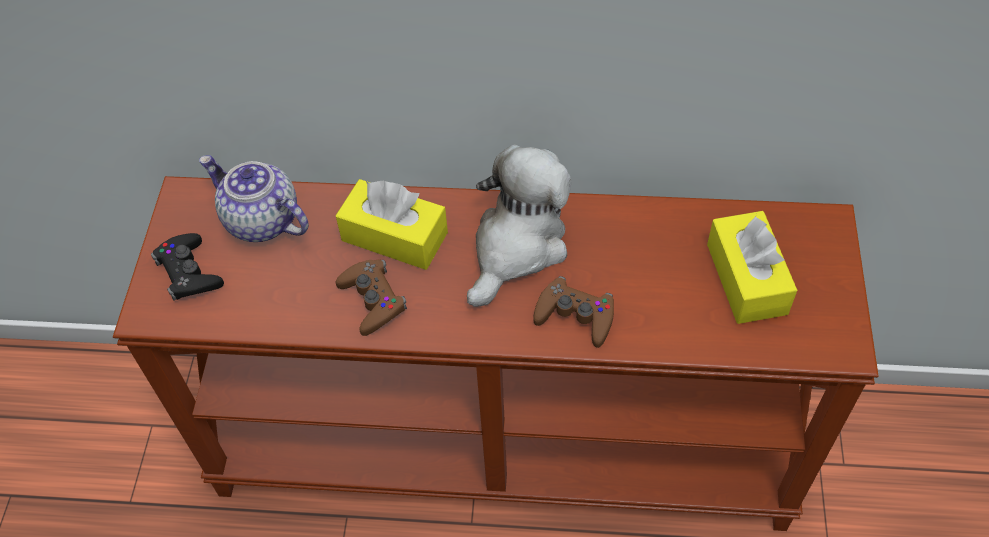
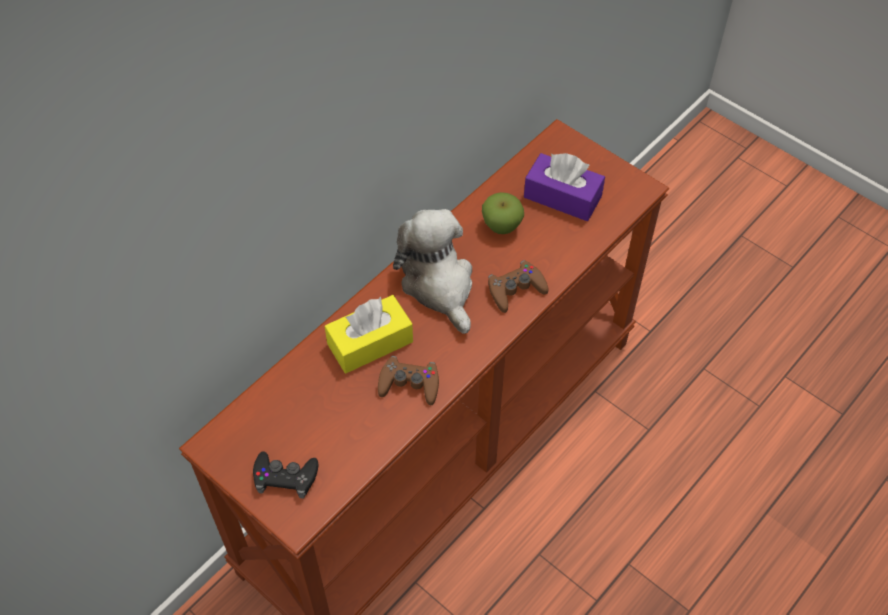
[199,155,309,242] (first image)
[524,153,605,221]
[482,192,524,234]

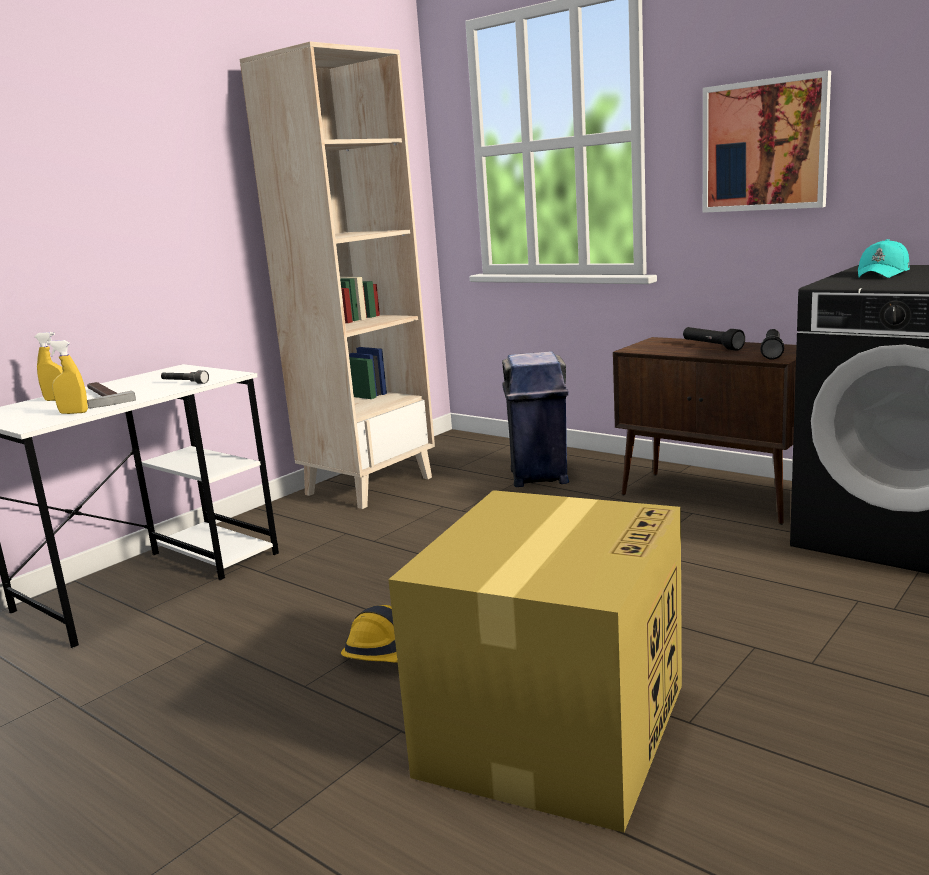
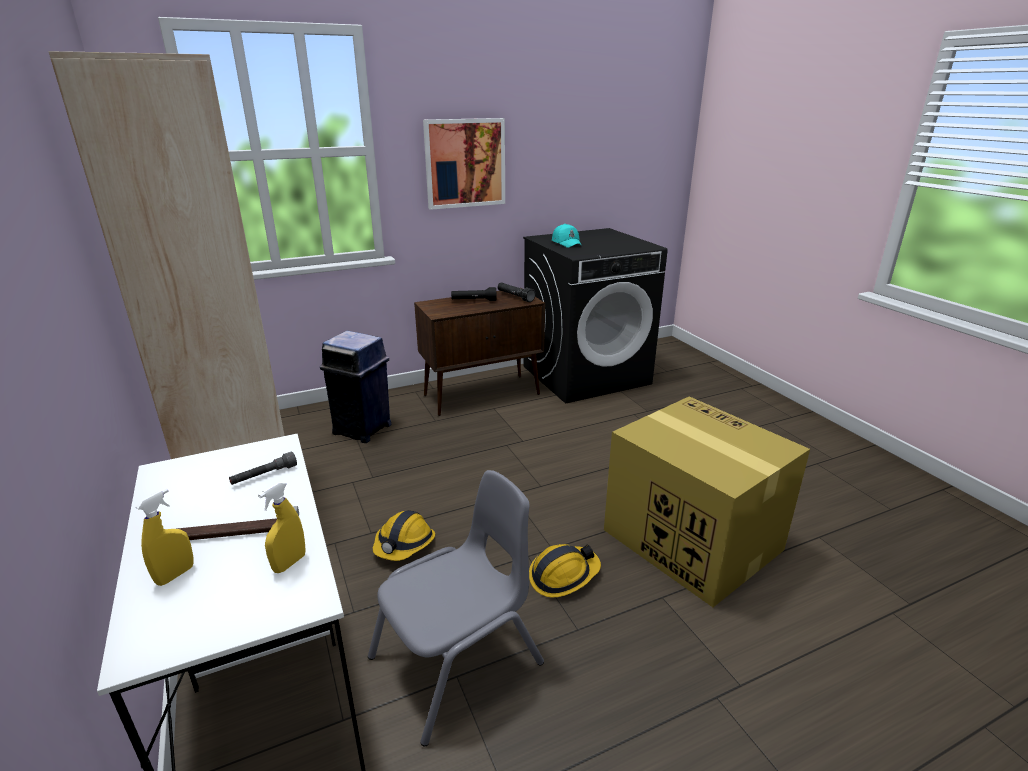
[368,470,544,746]
[373,510,435,561]

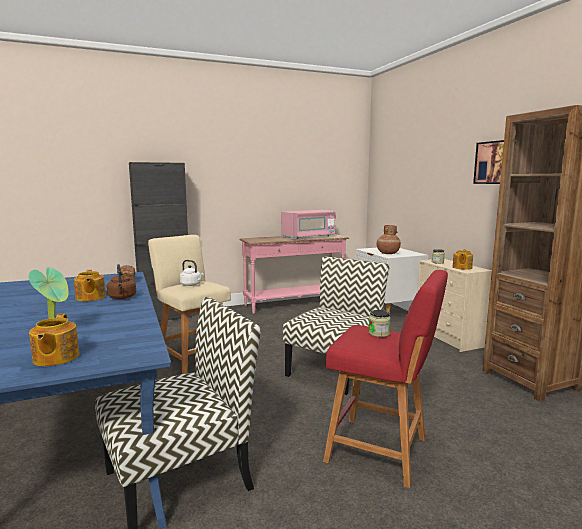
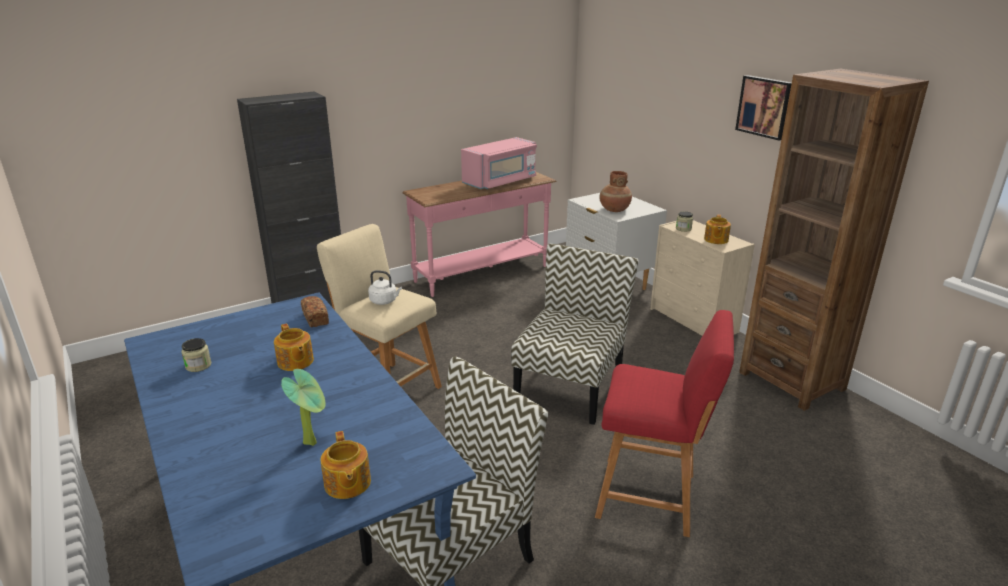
[107,264,136,299] (first image)
[181,338,211,372]

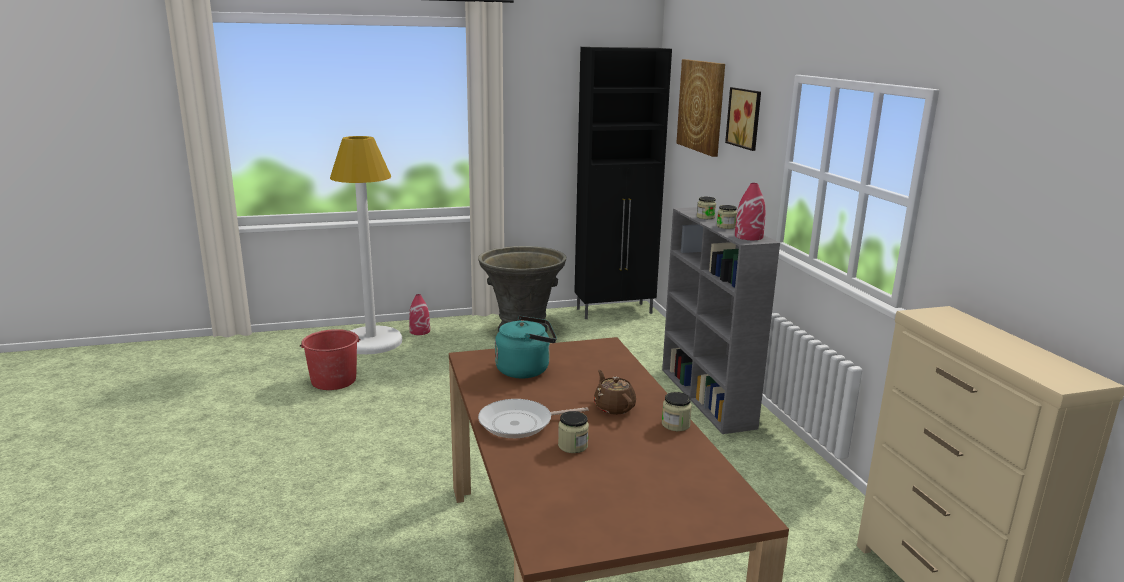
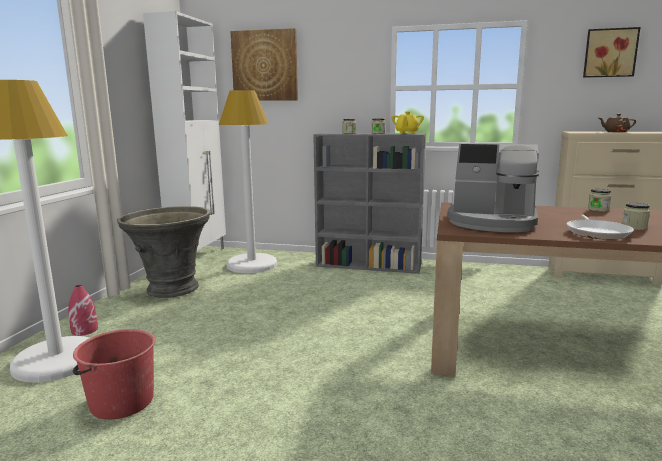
[447,144,539,232]
[143,11,226,266]
[599,114,636,132]
[583,27,640,78]
[391,111,424,134]
[219,90,277,273]

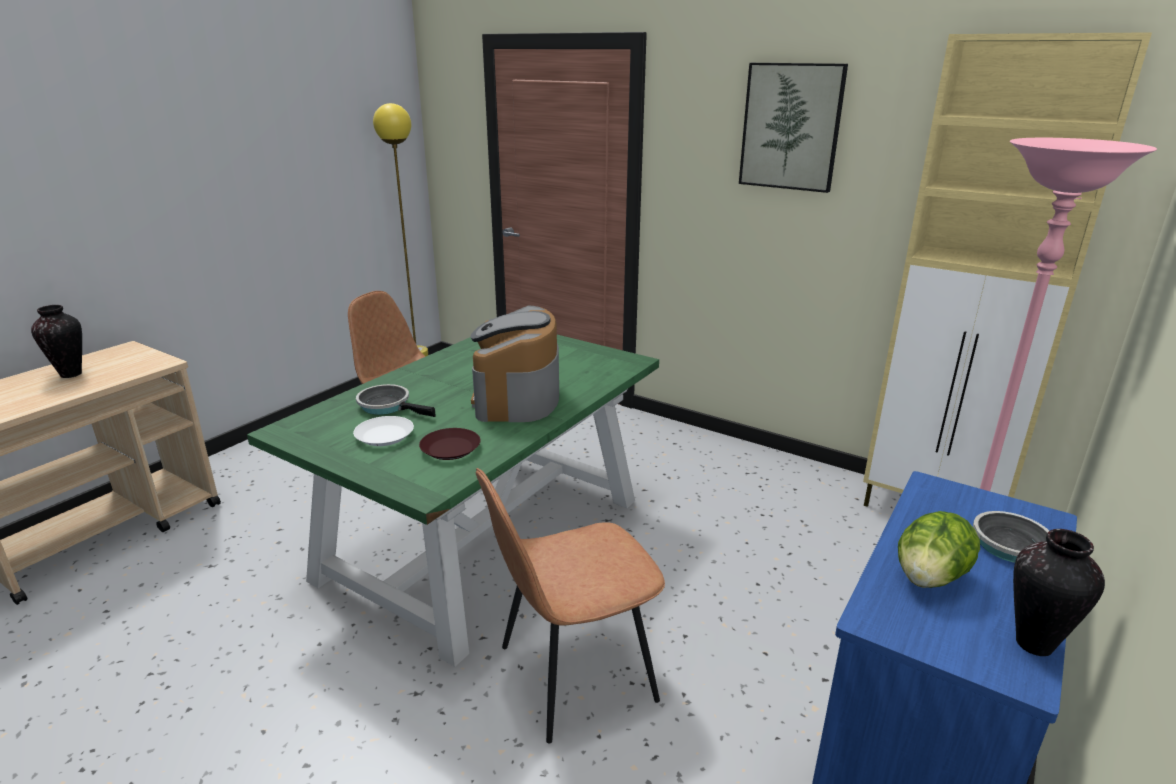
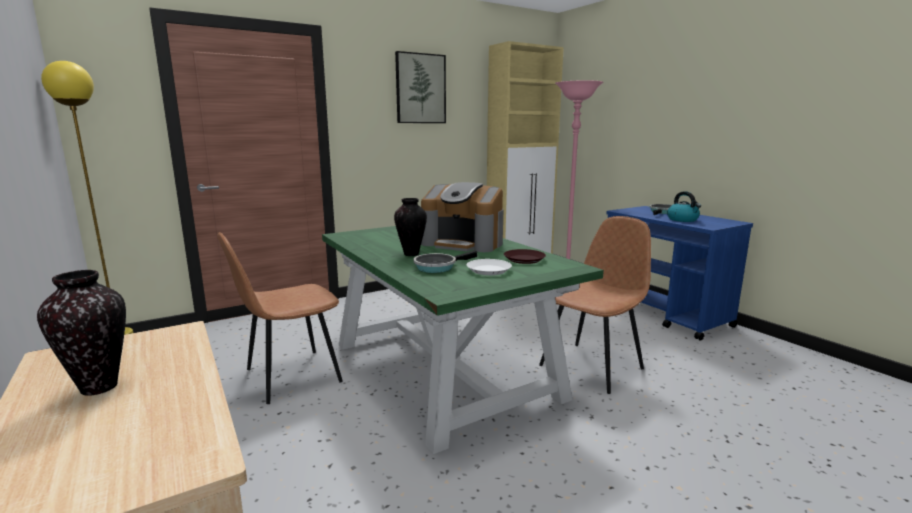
[539,216,651,394]
[667,191,701,222]
[394,198,427,256]

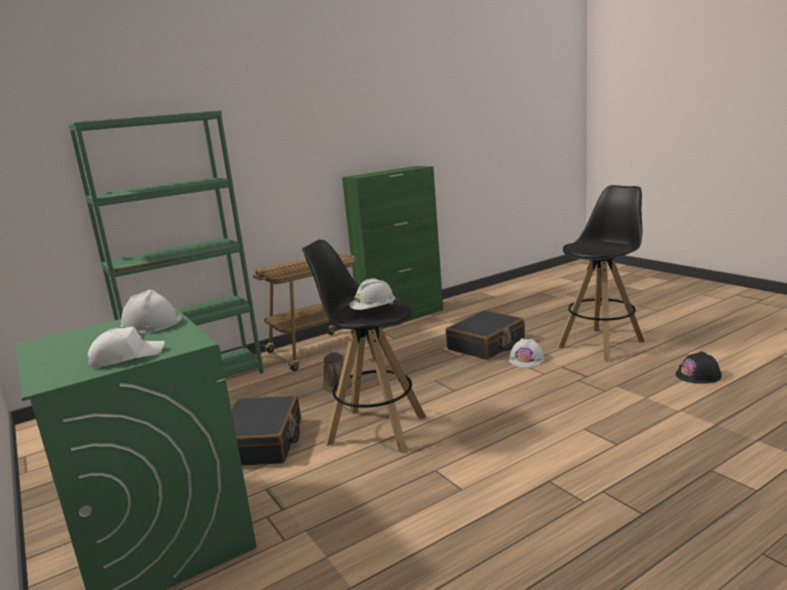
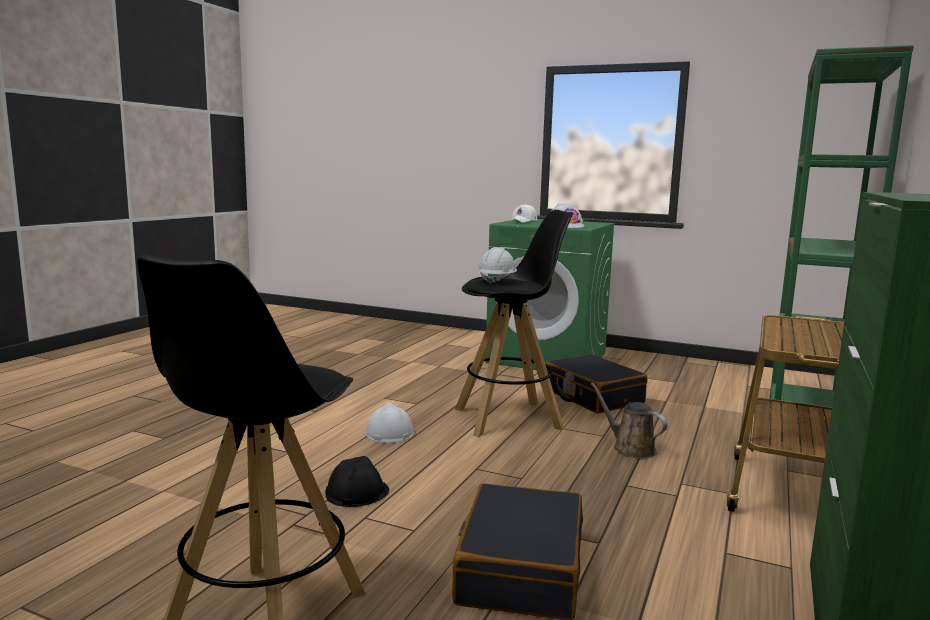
[365,403,414,443]
[326,456,389,507]

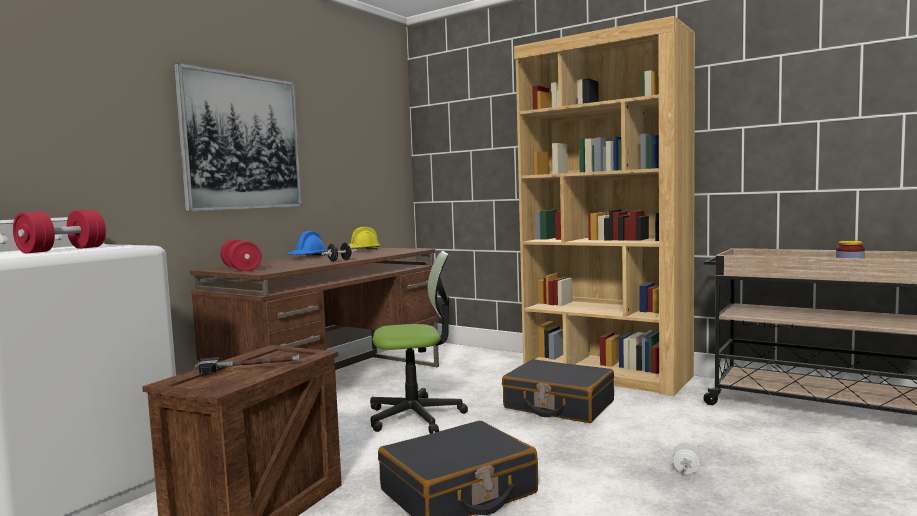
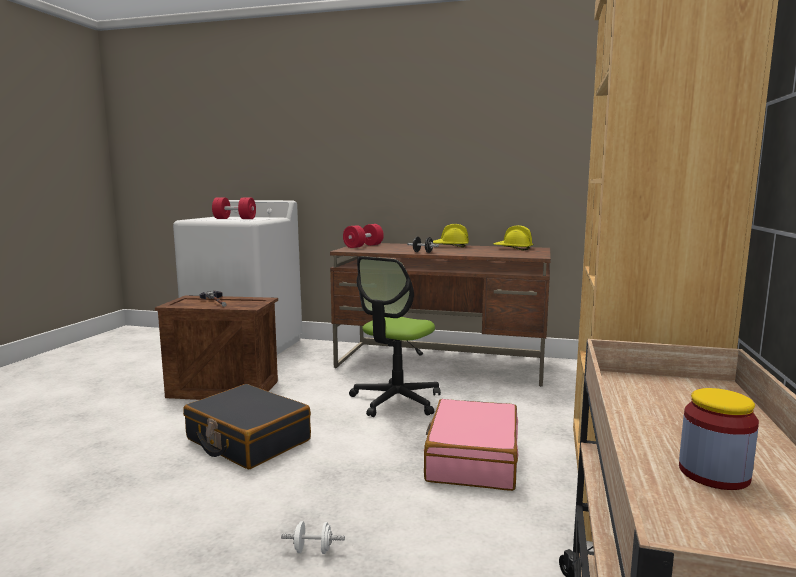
[174,63,302,212] (first image)
[433,224,469,247]
[349,256,441,417]
[424,399,518,491]

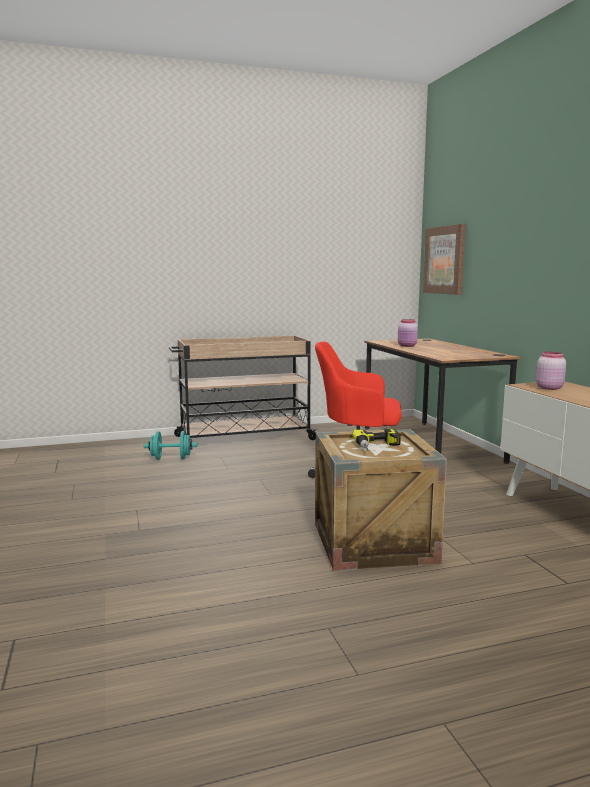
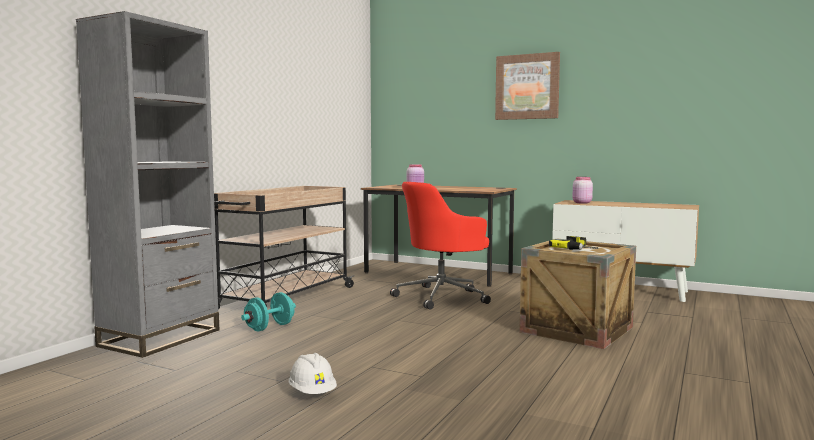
[495,52,560,120]
[76,11,219,358]
[289,353,337,394]

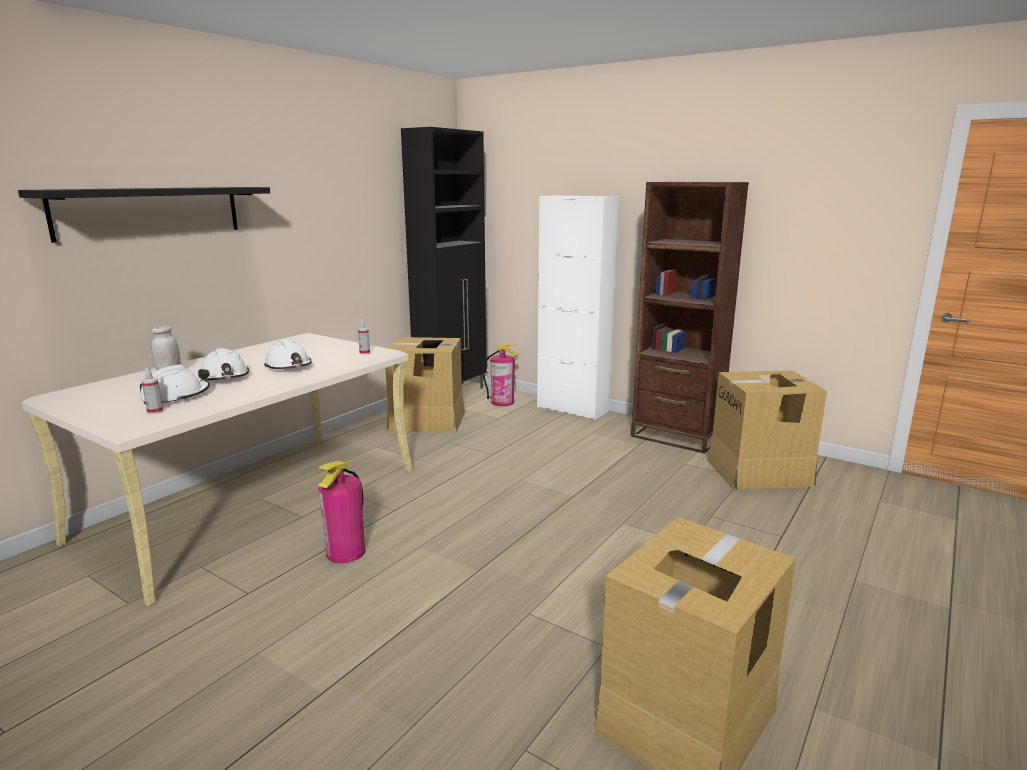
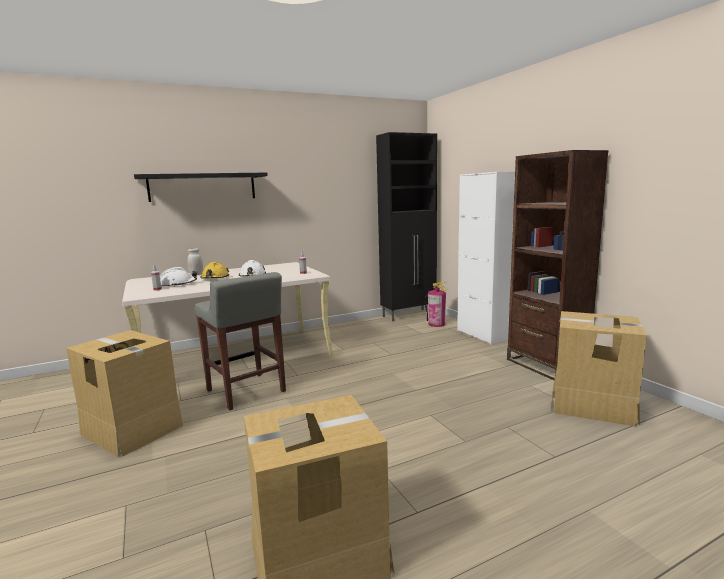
[201,262,229,278]
[194,272,286,411]
[66,330,183,457]

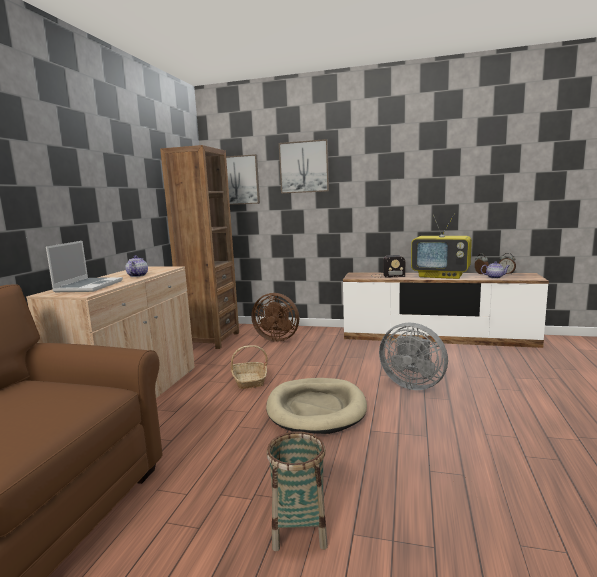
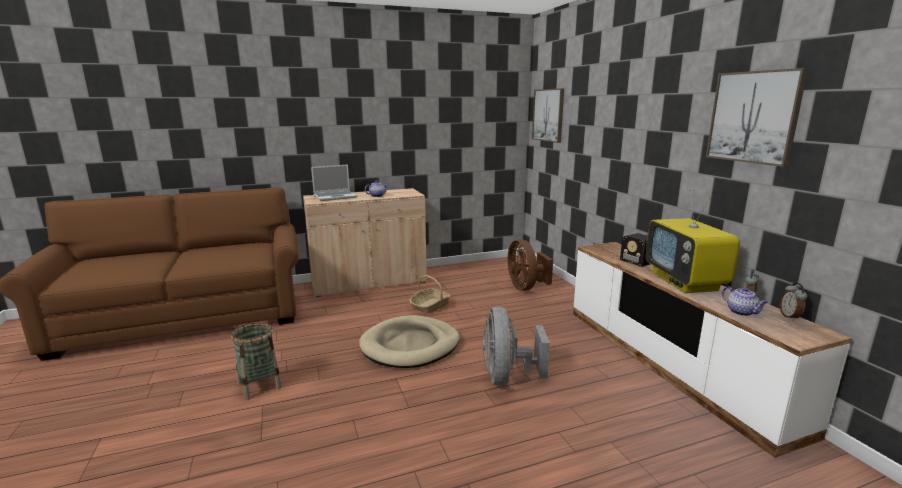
[160,145,239,349] (first image)
[706,68,808,167]

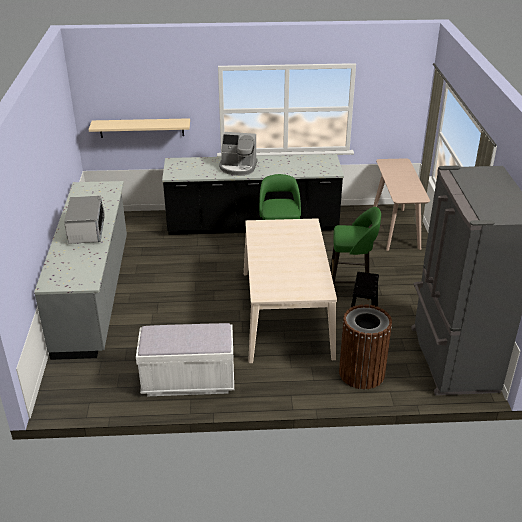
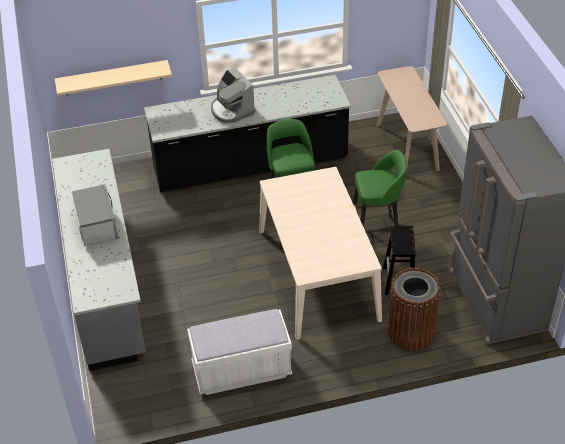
[211,68,256,124]

